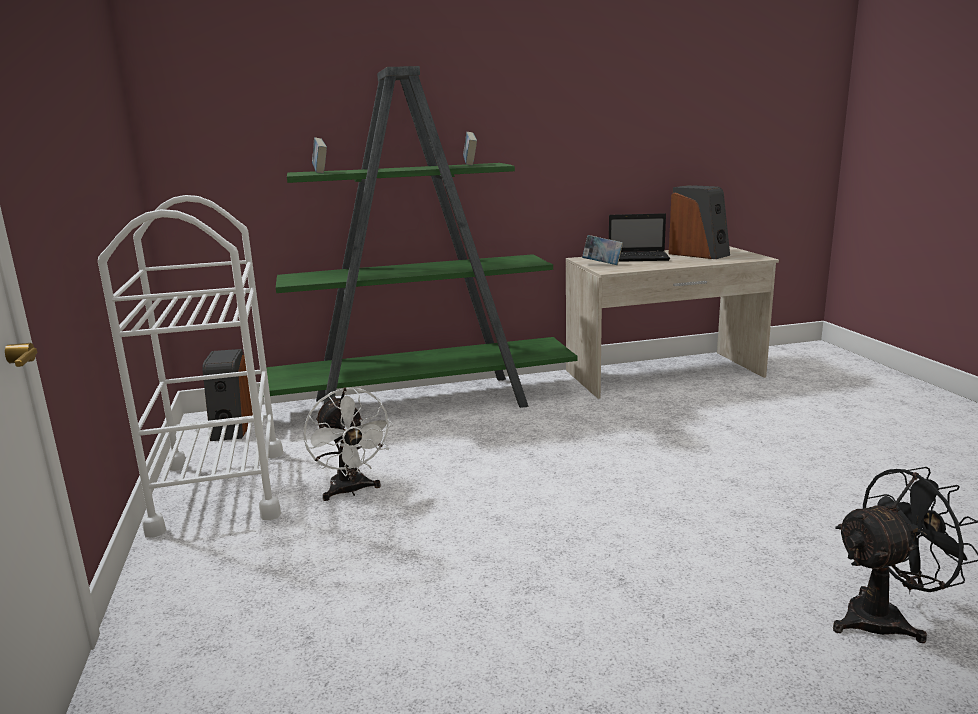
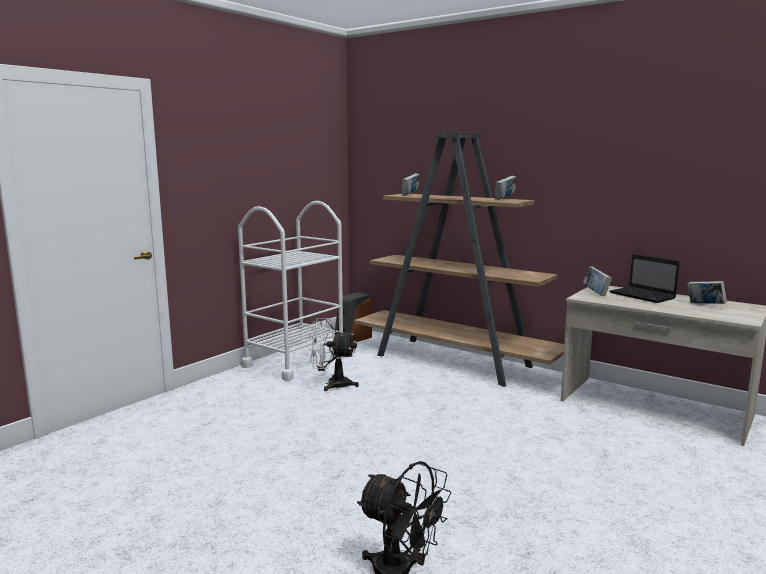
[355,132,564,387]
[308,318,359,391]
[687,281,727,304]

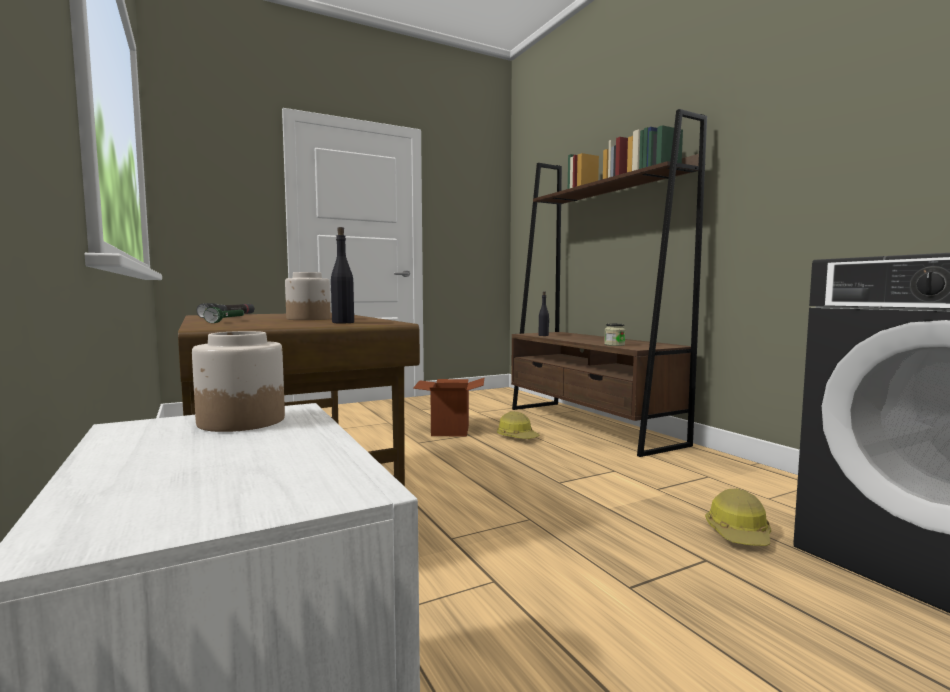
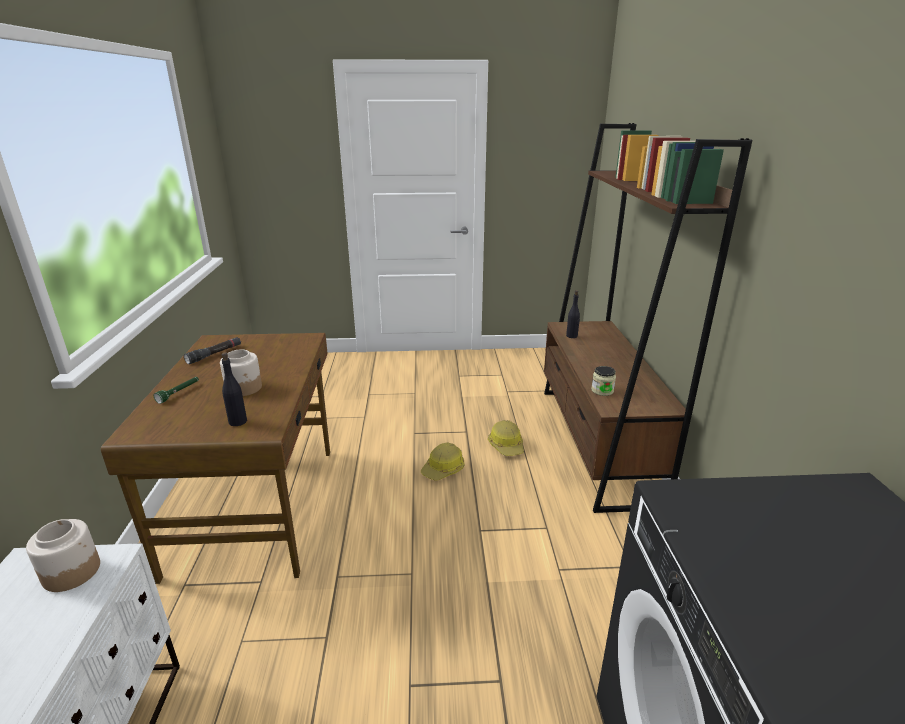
[413,378,484,437] (first image)
[421,442,465,481]

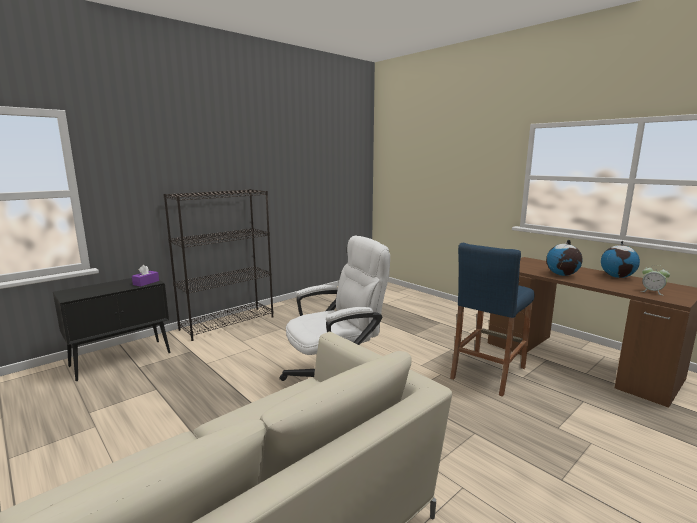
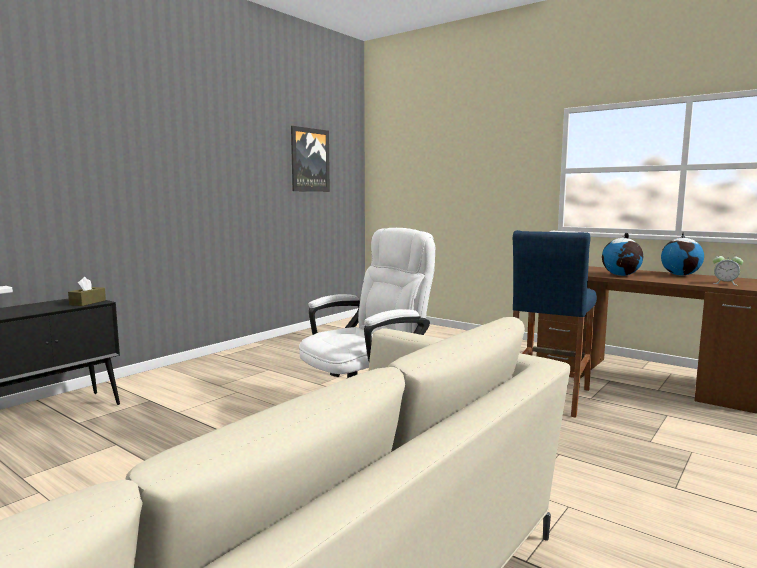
[68,277,106,306]
[163,189,273,341] (first image)
[291,126,330,192]

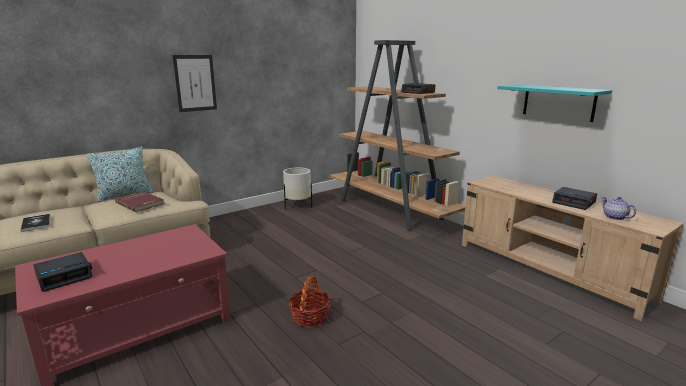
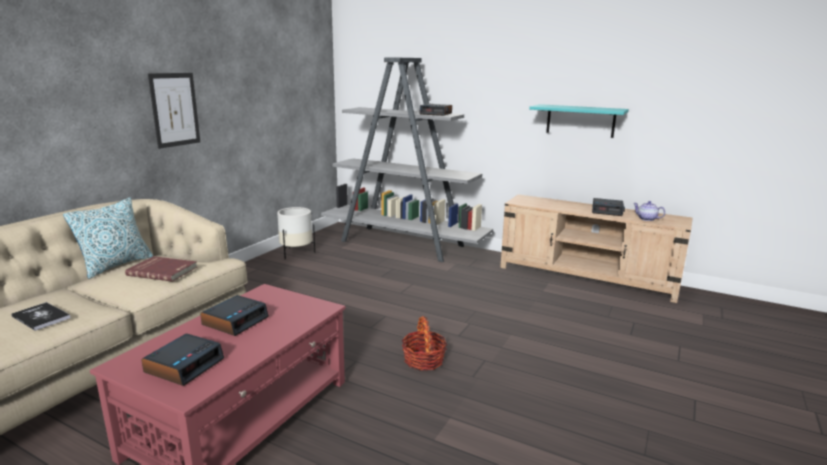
[321,57,493,262]
[200,295,269,336]

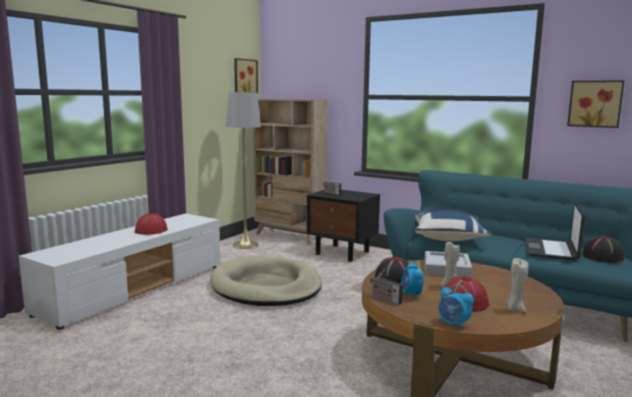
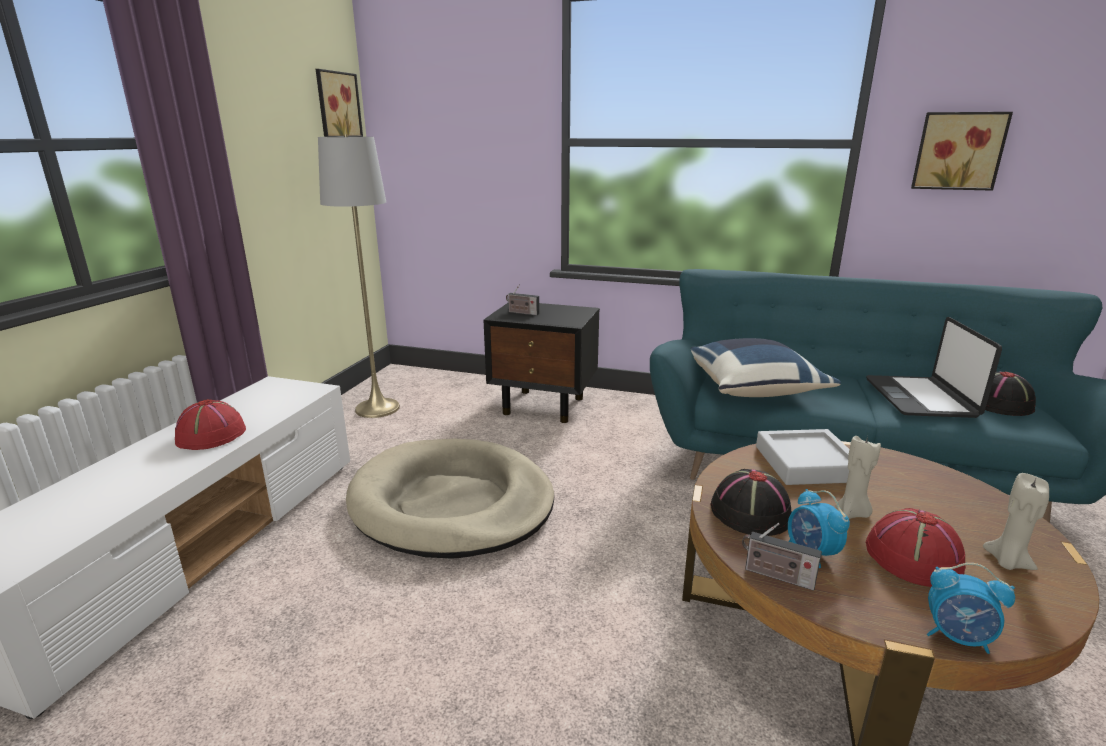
[253,98,327,245] (first image)

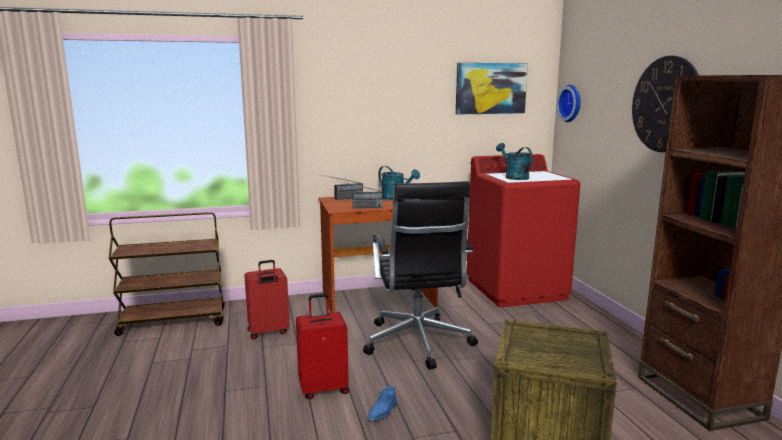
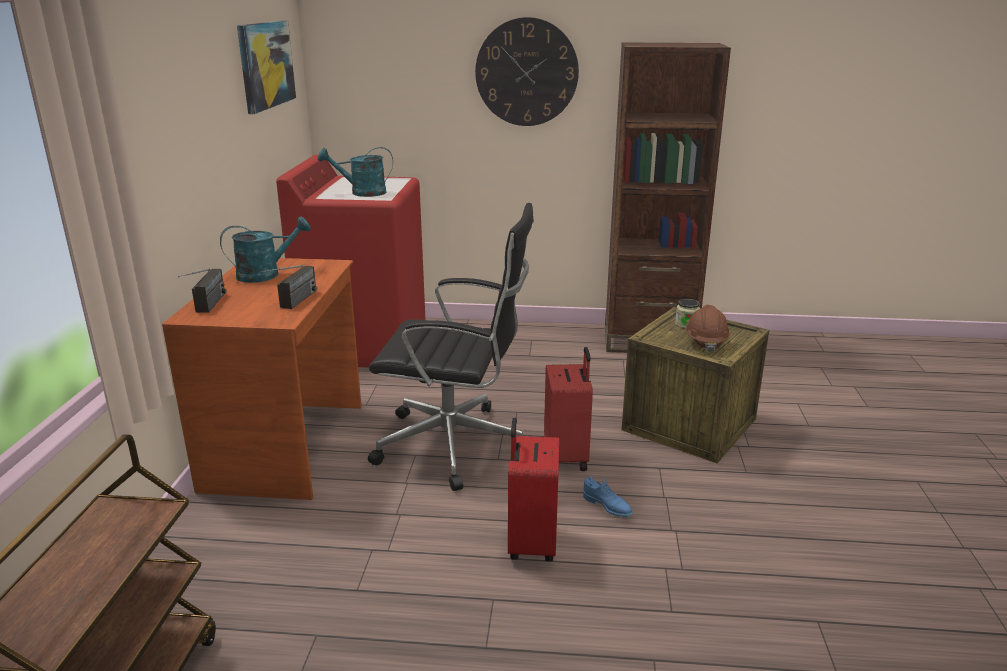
[544,347,593,471]
[557,85,581,122] (first image)
[675,299,700,329]
[685,305,730,353]

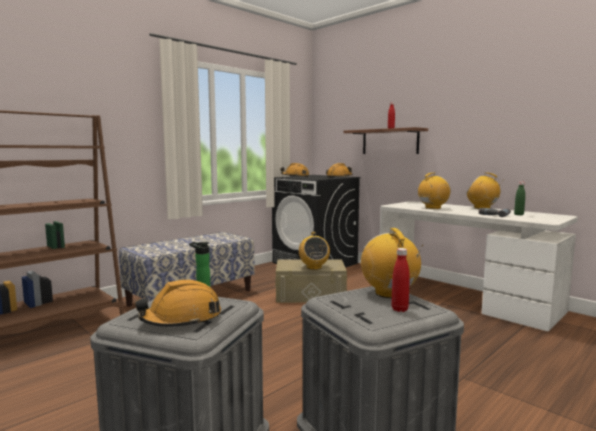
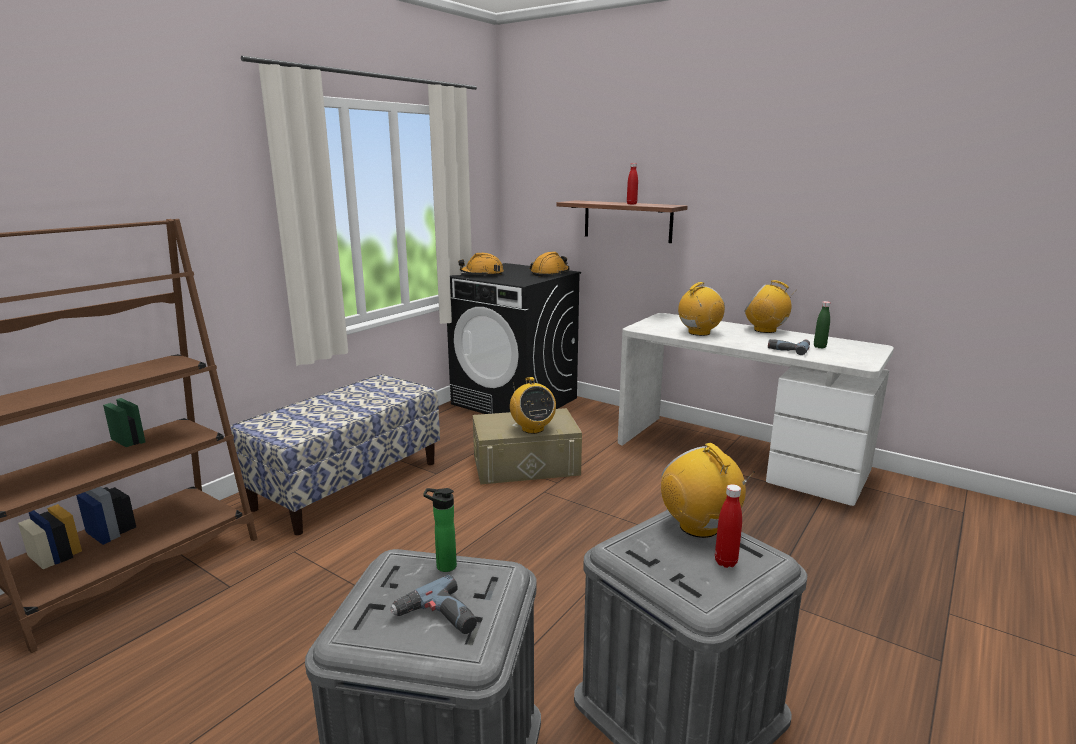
[390,574,477,634]

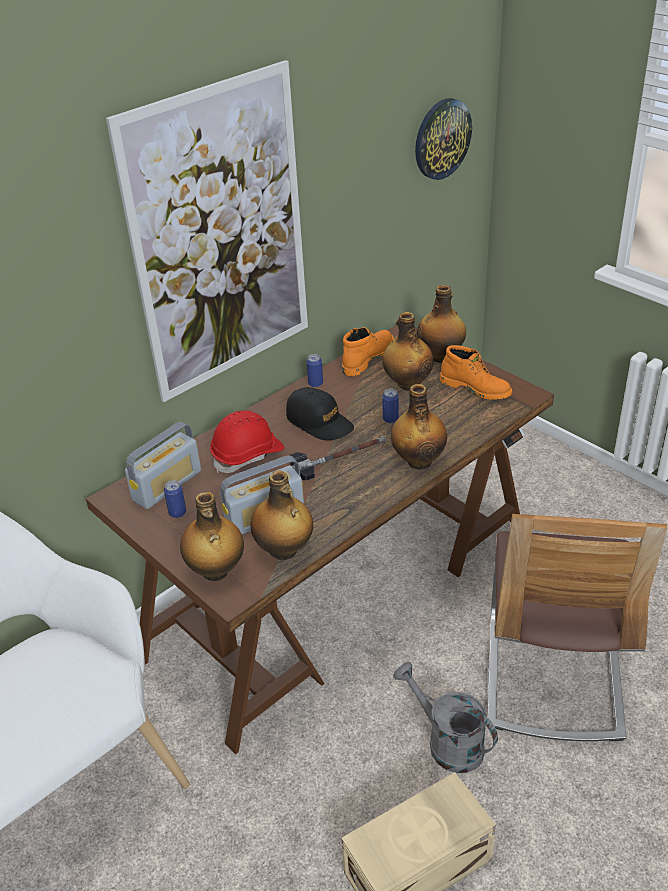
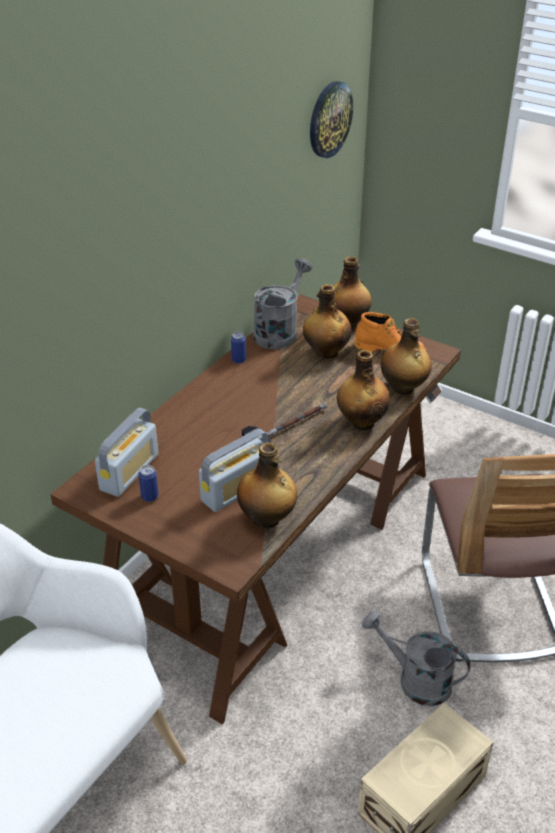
[106,60,308,402] (first image)
[381,318,432,395]
[210,410,285,473] (first image)
[286,387,354,440] (first image)
[253,258,312,349]
[382,389,399,423] (first image)

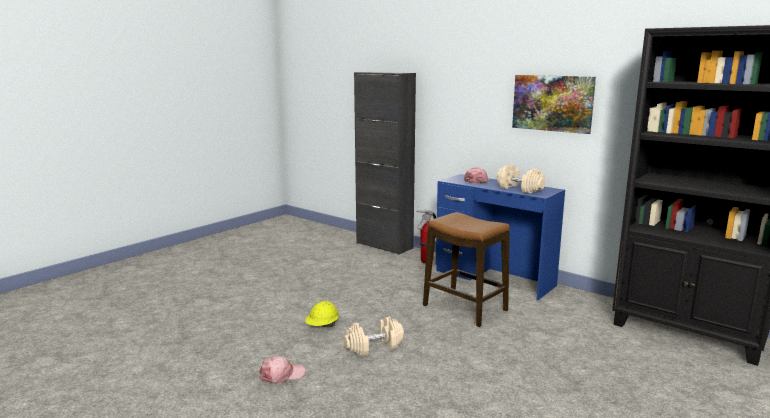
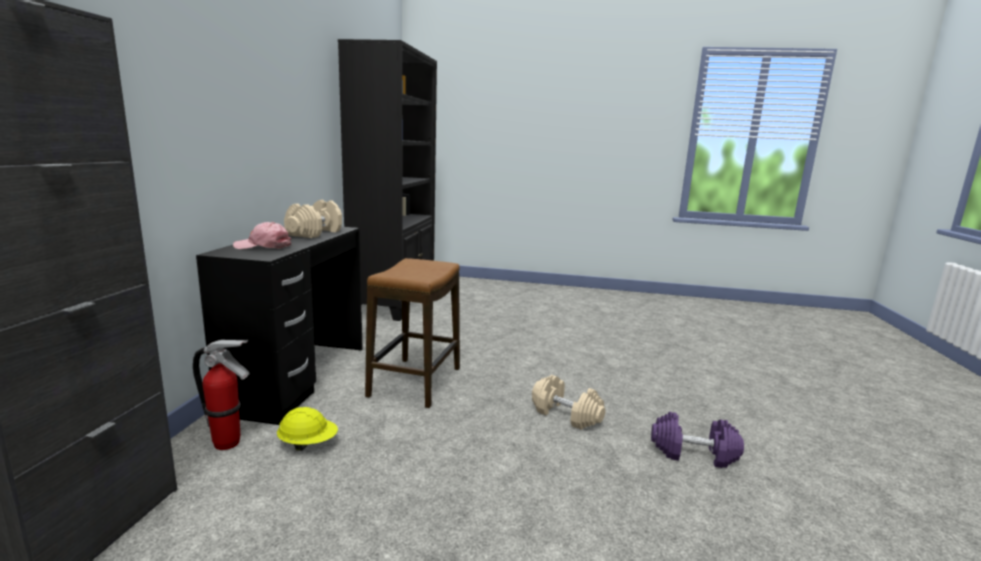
[651,412,744,468]
[277,407,338,451]
[196,227,363,425]
[512,75,596,134] (first image)

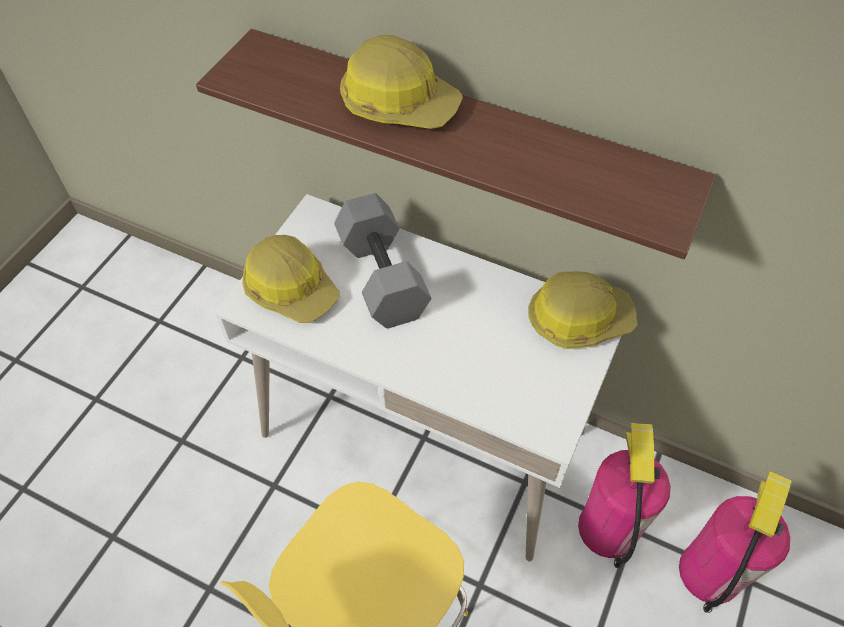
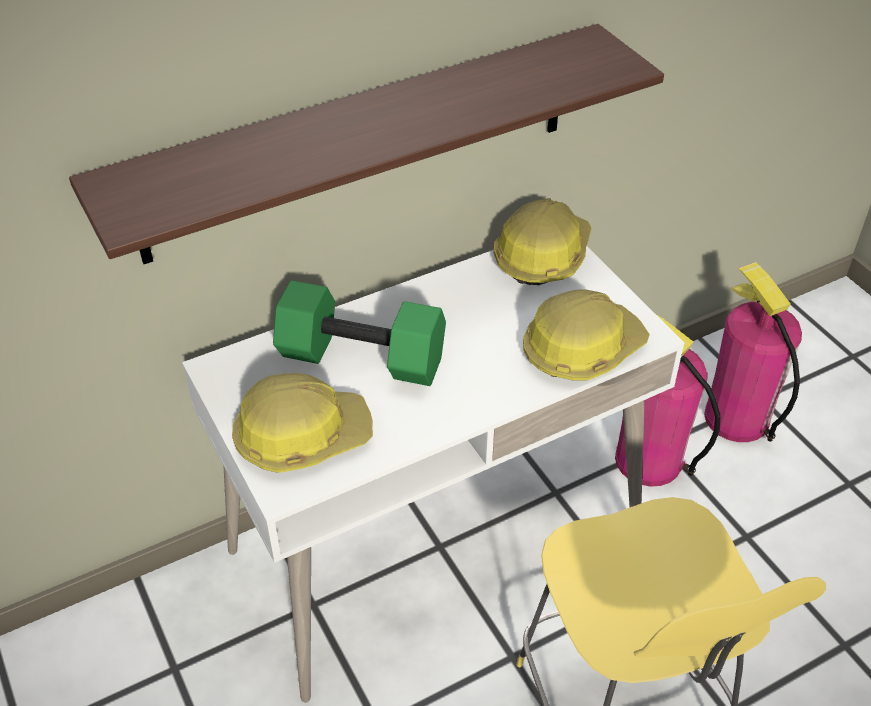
[273,280,446,386]
[523,290,650,381]

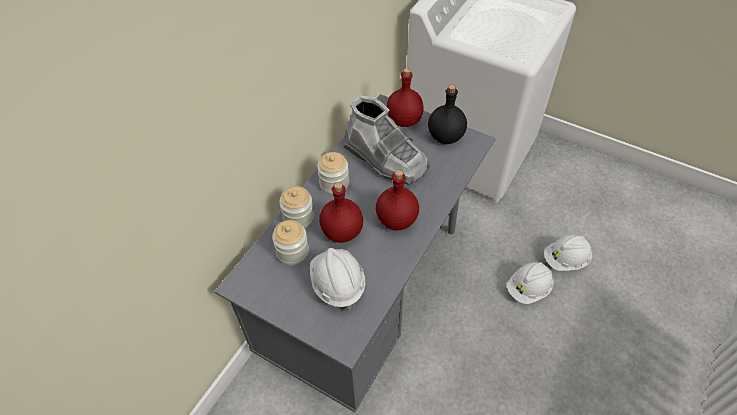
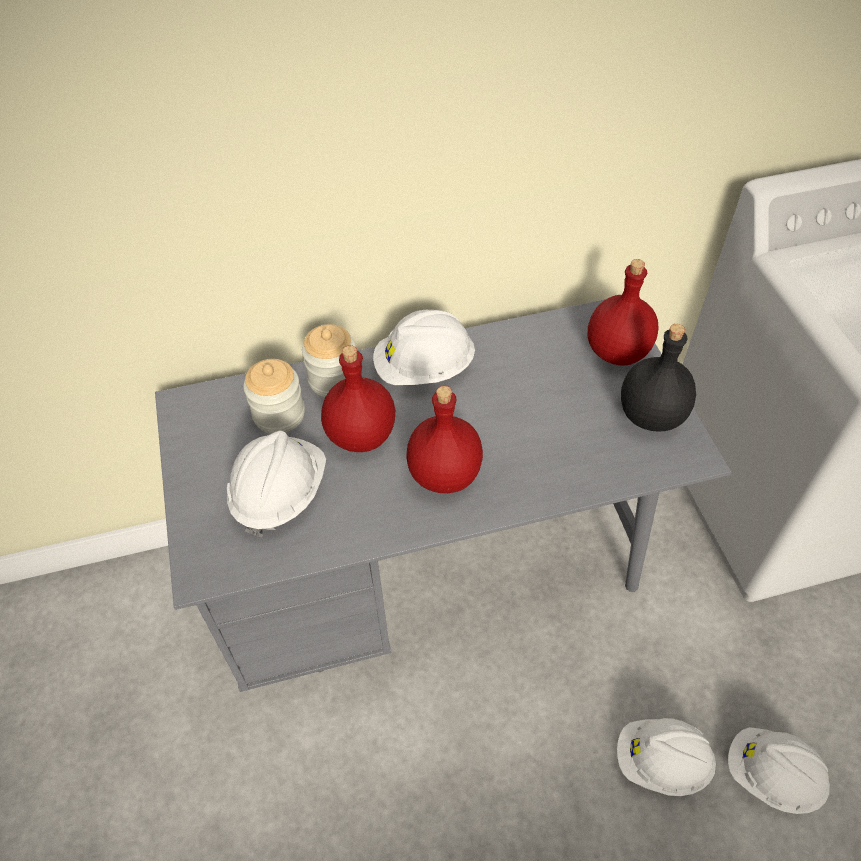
[373,310,475,385]
[343,95,430,185] (first image)

